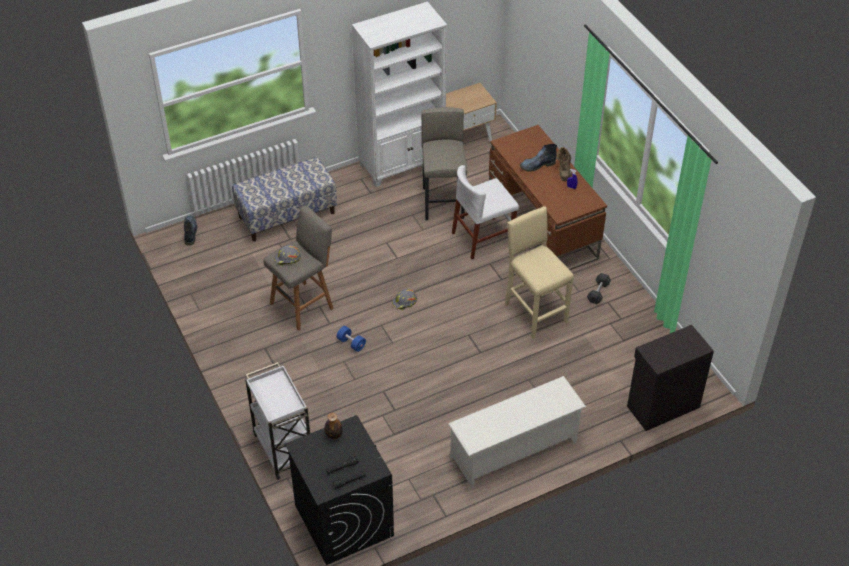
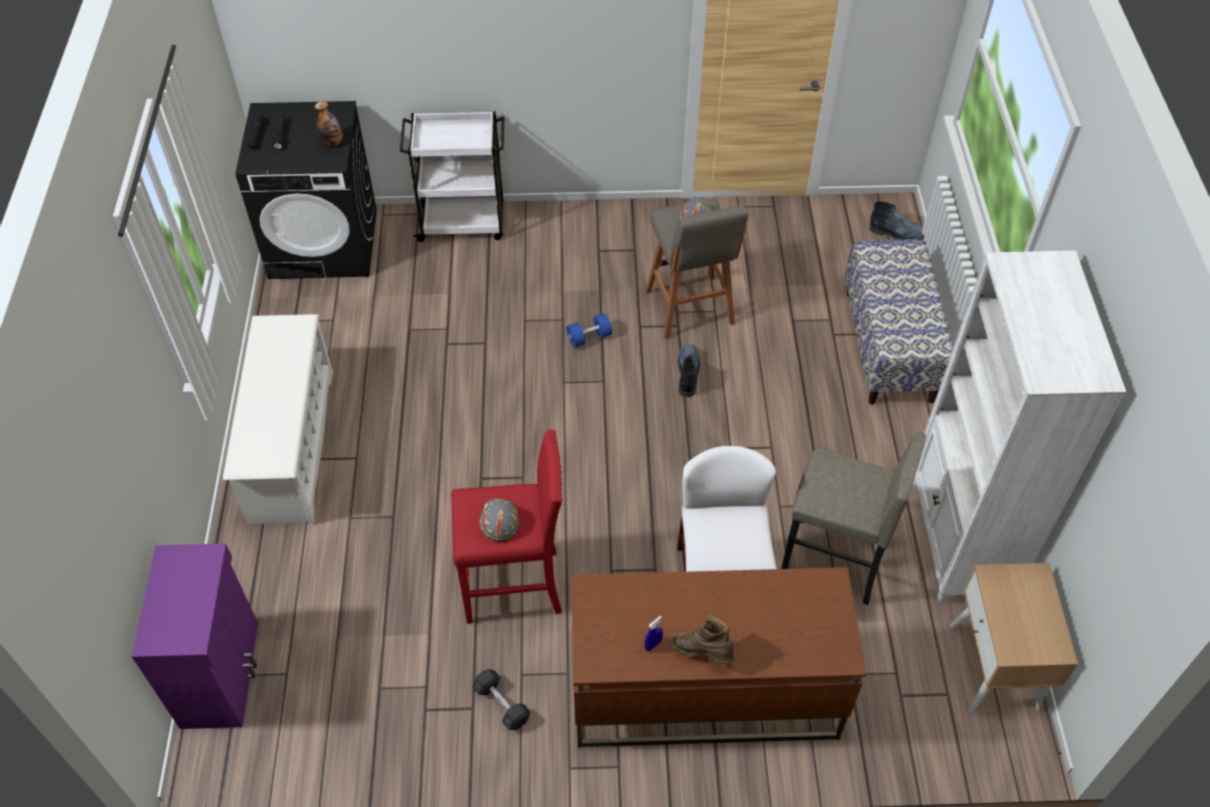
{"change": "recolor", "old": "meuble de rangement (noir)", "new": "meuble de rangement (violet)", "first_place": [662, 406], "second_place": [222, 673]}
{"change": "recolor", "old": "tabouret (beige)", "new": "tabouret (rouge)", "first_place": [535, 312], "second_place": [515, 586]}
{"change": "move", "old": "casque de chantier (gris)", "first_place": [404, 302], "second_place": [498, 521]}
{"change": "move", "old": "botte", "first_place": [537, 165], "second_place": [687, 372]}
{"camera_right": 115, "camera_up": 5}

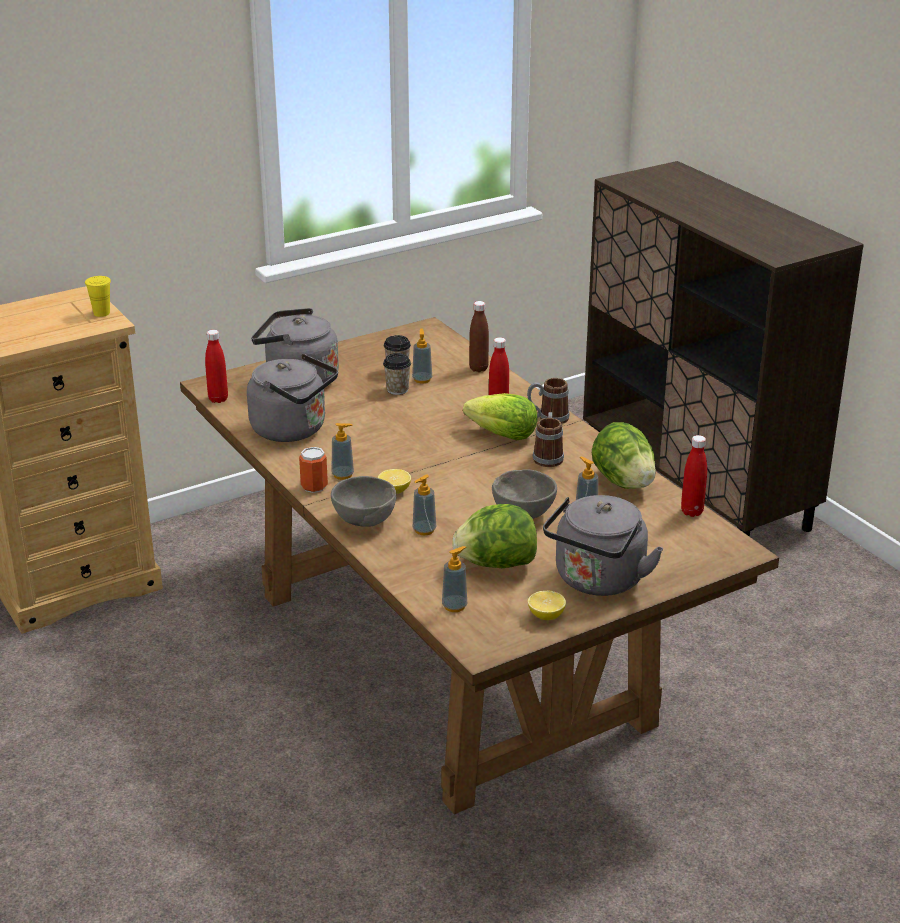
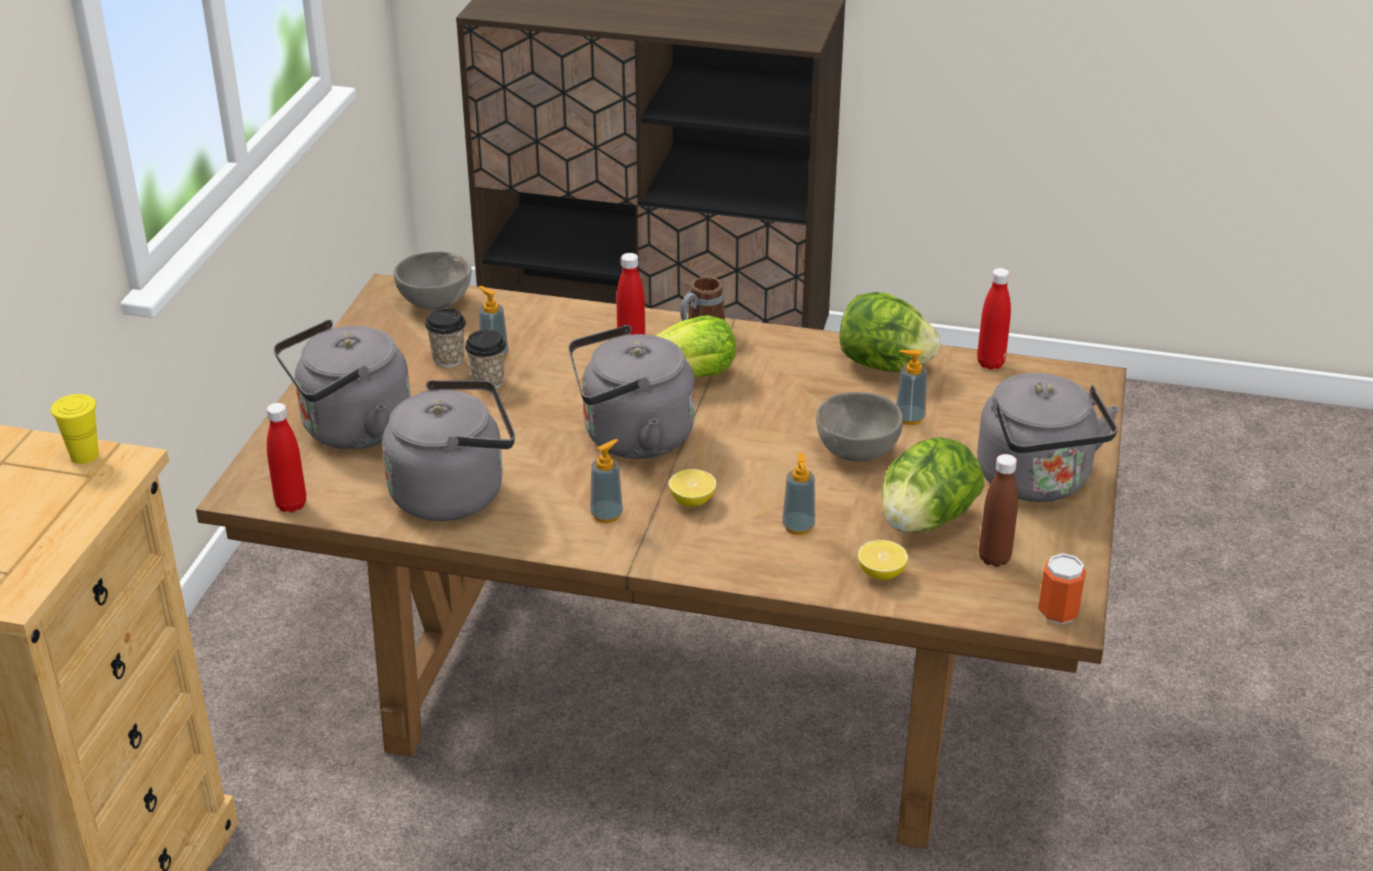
{"change": "move", "old": "bol (gris)", "first_place": [365, 521], "second_place": [436, 303]}
{"change": "insert", "new": "bouilloire (gris)", "second_place": [631, 438]}
{"change": "move", "old": "citron", "first_place": [546, 616], "second_place": [881, 574]}
{"change": "move", "old": "bouteille (marron)", "first_place": [478, 368], "second_place": [994, 558]}
{"change": "move", "old": "boîte métallique", "first_place": [314, 486], "second_place": [1058, 612]}
{"change": "delete", "old": "distributeur de savon", "first_place": [454, 606]}
{"change": "delete", "old": "mug", "first_place": [548, 456]}
{"camera_right": -45, "camera_up": 5}

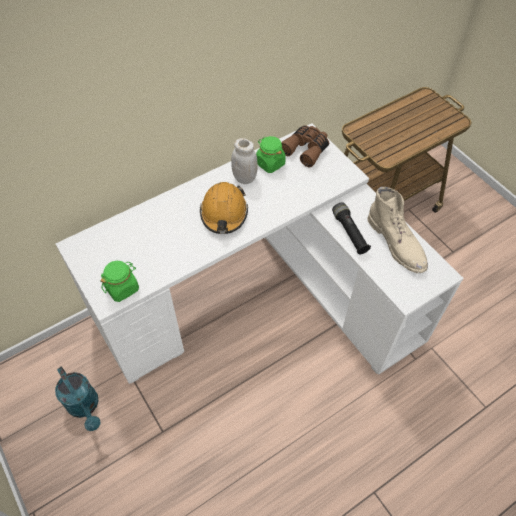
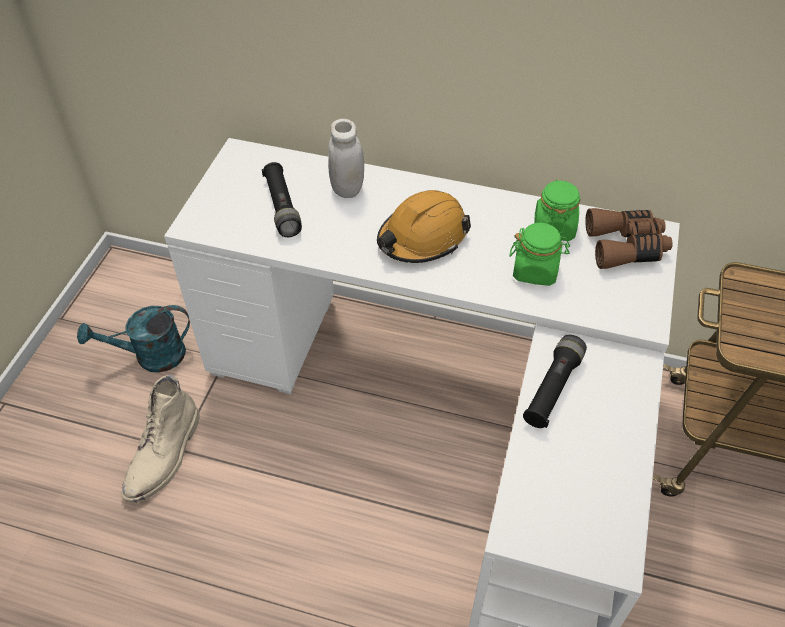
{"change": "rotate", "old": "arrosoir (turquoise)", "first_place": [85, 407], "second_place": [151, 356], "degrees": 60}
{"change": "move", "old": "botte (beige)", "first_place": [397, 243], "second_place": [164, 456]}
{"change": "insert", "new": "lampe de poche (noir)", "second_place": [282, 207]}
{"change": "move", "old": "bocal (blanc)", "first_place": [244, 178], "second_place": [347, 189]}
{"change": "move", "old": "bocal (vert)", "first_place": [122, 288], "second_place": [535, 270]}
{"camera_right": 50, "camera_up": -5}

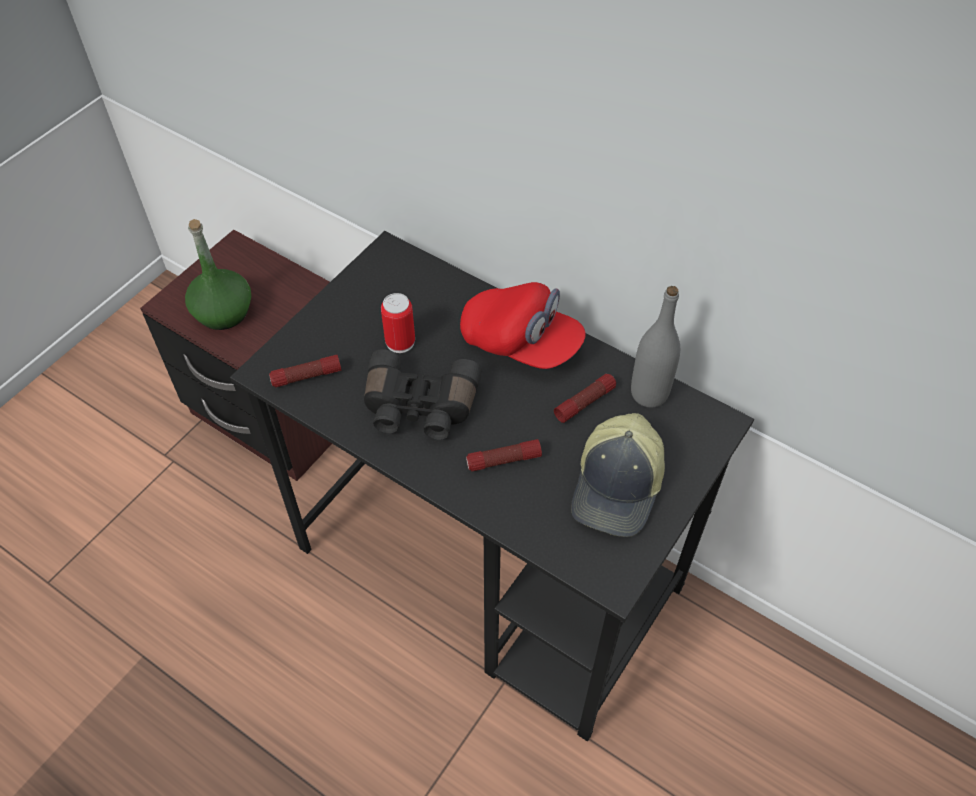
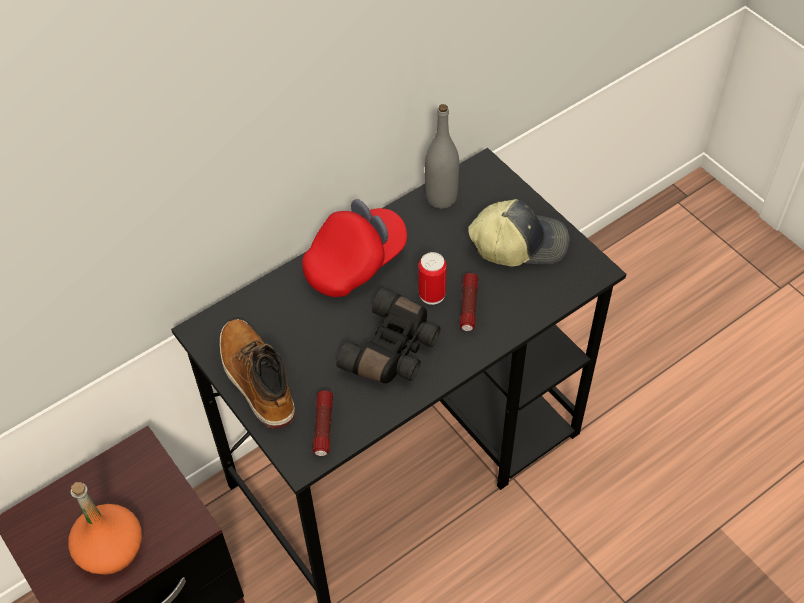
{"change": "recolor", "old": "bouteille (vert)", "new": "bouteille (orange)", "first_place": [223, 312], "second_place": [111, 549]}
{"change": "insert", "new": "botte", "second_place": [256, 379]}
{"change": "move", "old": "boîte métallique", "first_place": [400, 342], "second_place": [432, 294]}
{"change": "rotate", "old": "casquette", "first_place": [618, 487], "second_place": [519, 243], "degrees": -45}
{"change": "delete", "old": "lampe de poche", "first_place": [584, 402]}
{"camera_right": -70, "camera_up": 0}

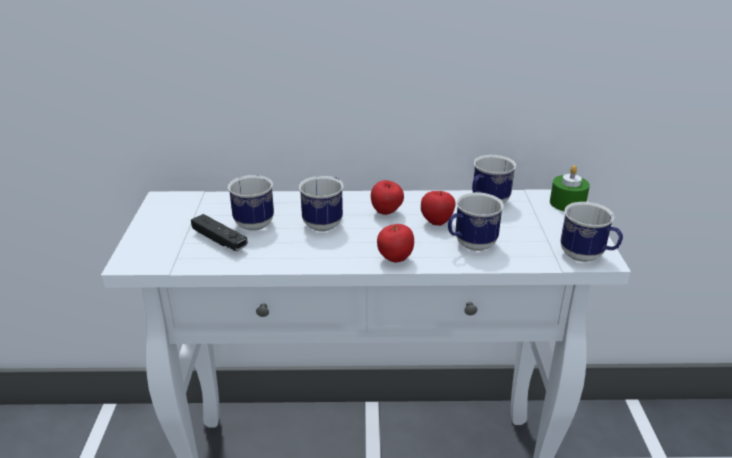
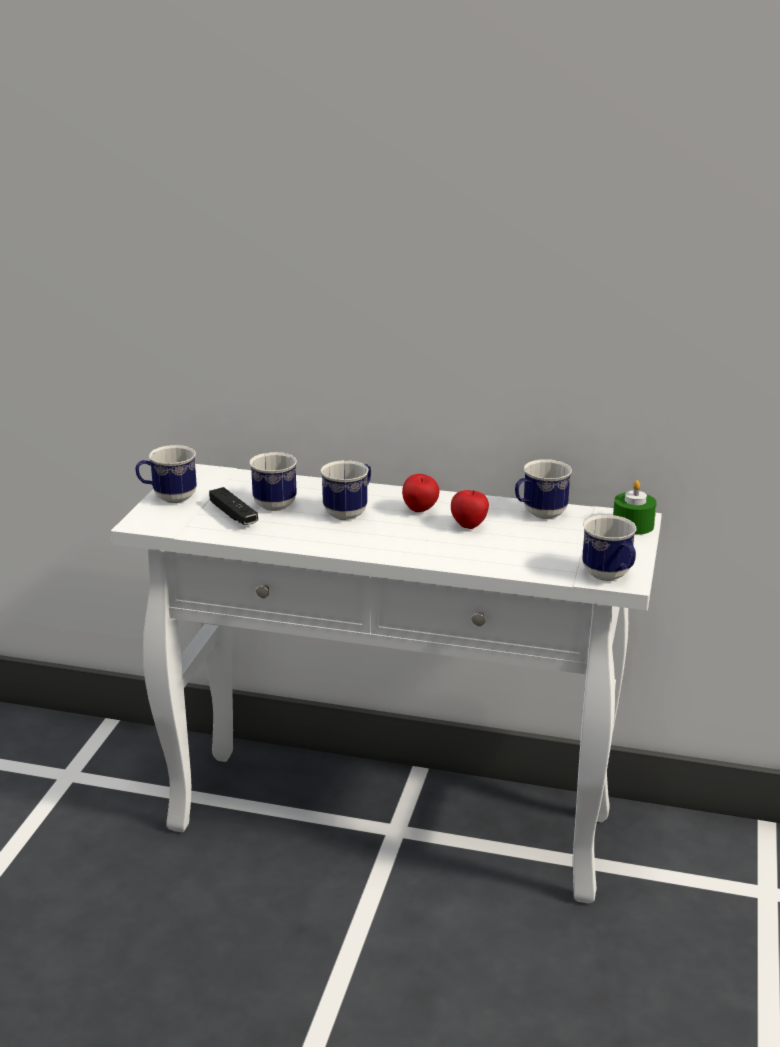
{"change": "move", "old": "mug", "first_place": [470, 246], "second_place": [168, 498]}
{"change": "delete", "old": "pomme", "first_place": [395, 259]}
{"camera_right": 15, "camera_up": -5}

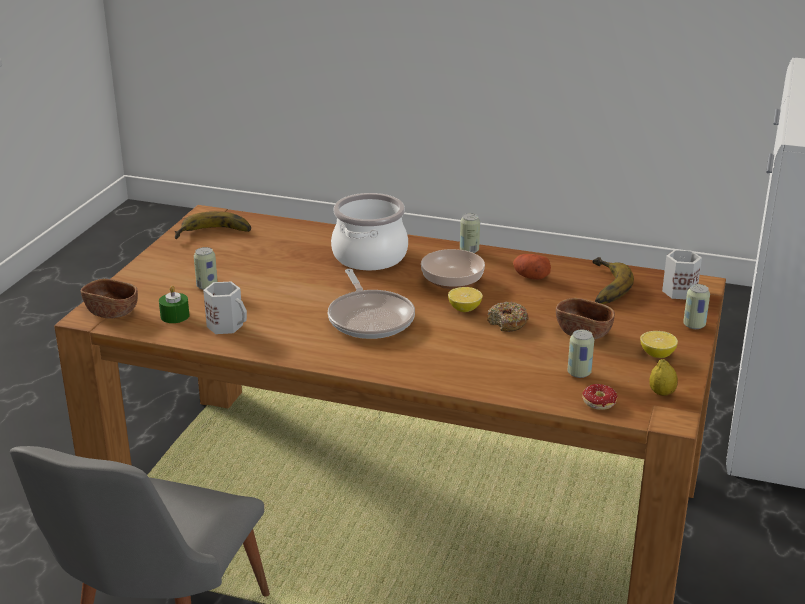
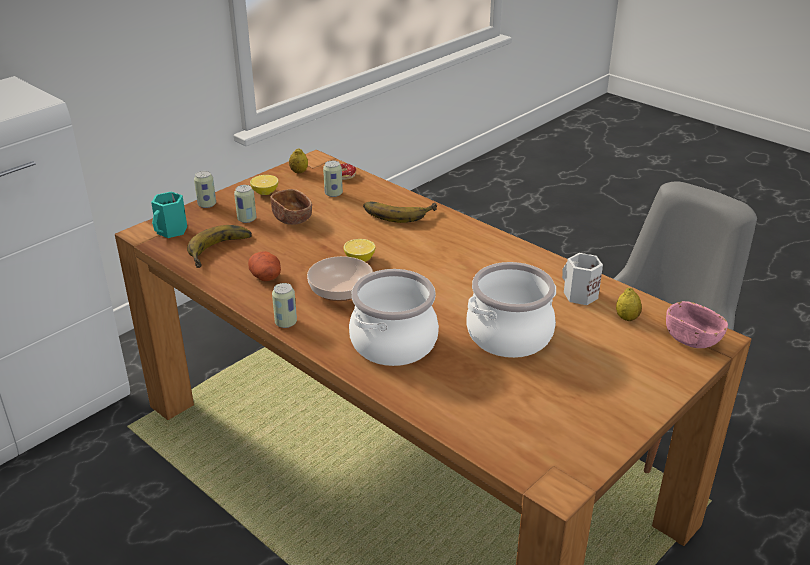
{"change": "recolor", "old": "mug (blanc)", "new": "mug (turquoise)", "first_place": [678, 291], "second_place": [171, 231]}
{"change": "move", "old": "boîte métallique", "first_place": [207, 286], "second_place": [247, 219]}
{"change": "move", "old": "banane", "first_place": [214, 234], "second_place": [398, 212]}
{"change": "insert", "new": "marmite", "second_place": [509, 336]}
{"change": "replace", "old": "bougie (vert)", "new": "citron", "first_place": [175, 316], "second_place": [627, 318]}
{"change": "recolor", "old": "bol (marron)", "new": "bol (rose)", "first_place": [112, 311], "second_place": [692, 338]}
{"change": "delete", "old": "poêle", "first_place": [370, 318]}
{"change": "delete", "old": "beignet", "first_place": [507, 323]}
{"camera_right": -155, "camera_up": 5}

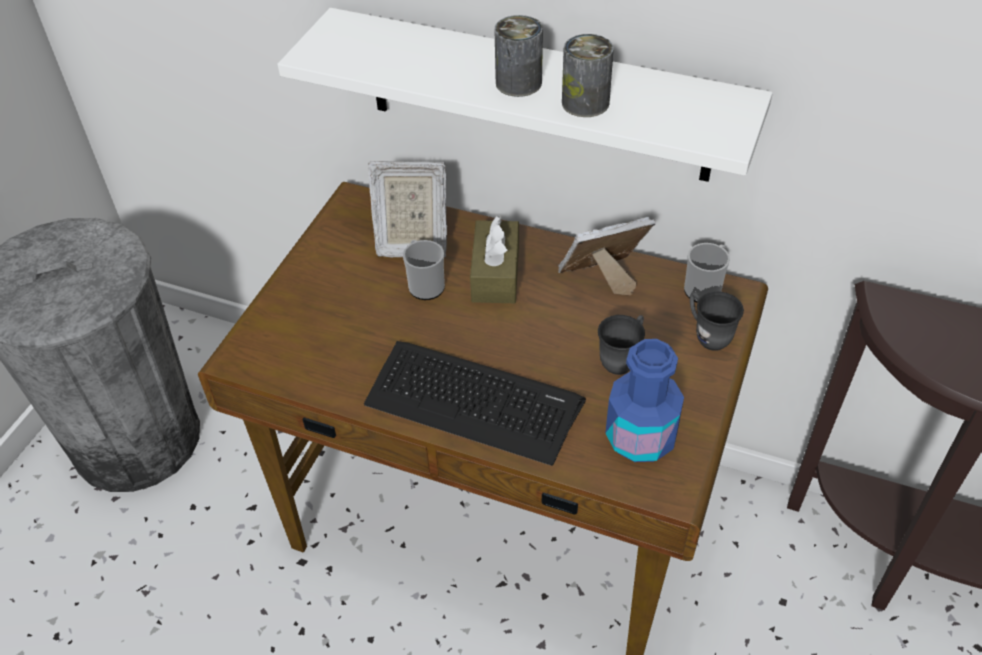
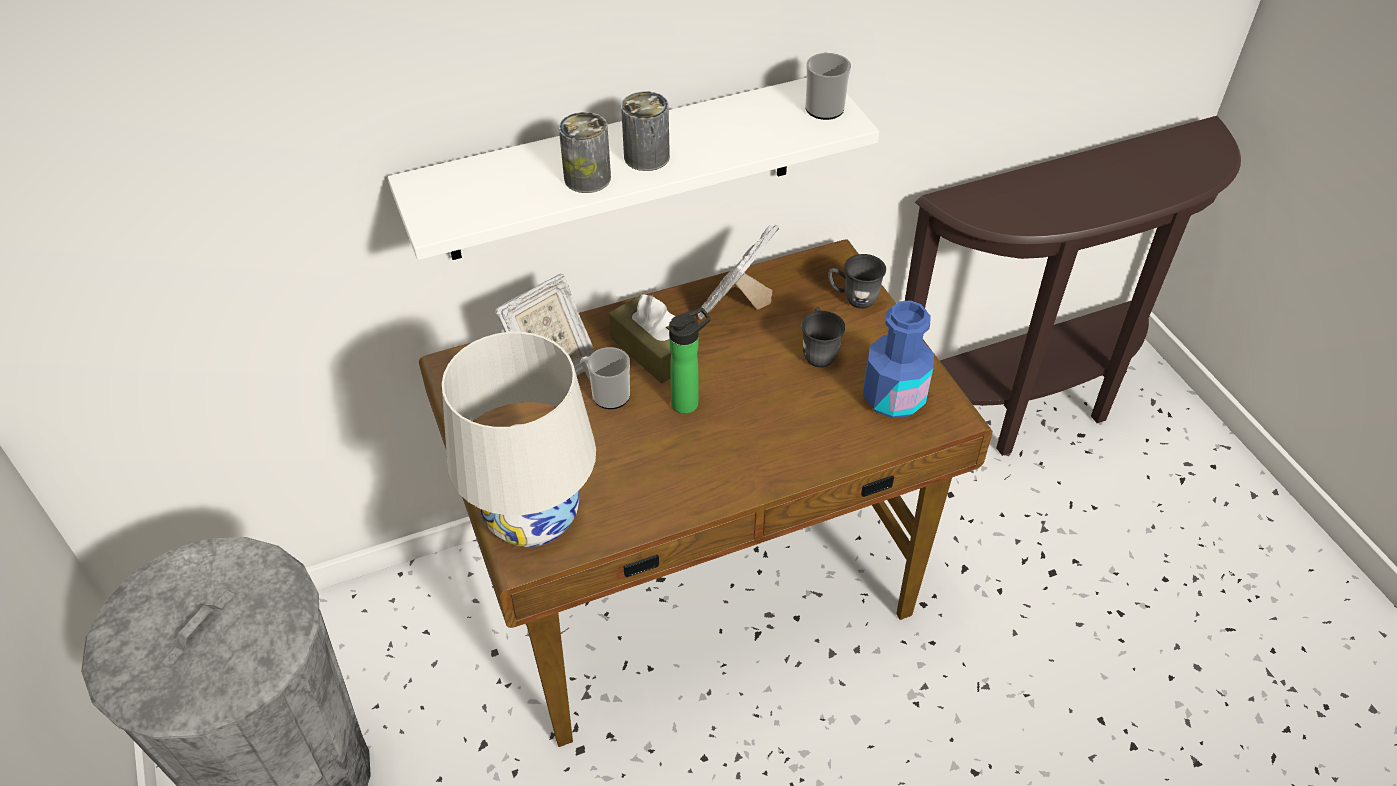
{"change": "insert", "new": "lampe de table (blanc)", "second_place": [532, 518]}
{"change": "move", "old": "boîte métallique", "first_place": [585, 103], "second_place": [587, 178]}
{"change": "insert", "new": "bouteille", "second_place": [689, 402]}
{"change": "move", "old": "mug", "first_place": [704, 288], "second_place": [824, 105]}
{"change": "delete", "old": "clavier", "first_place": [473, 401]}
{"camera_right": -45, "camera_up": 0}

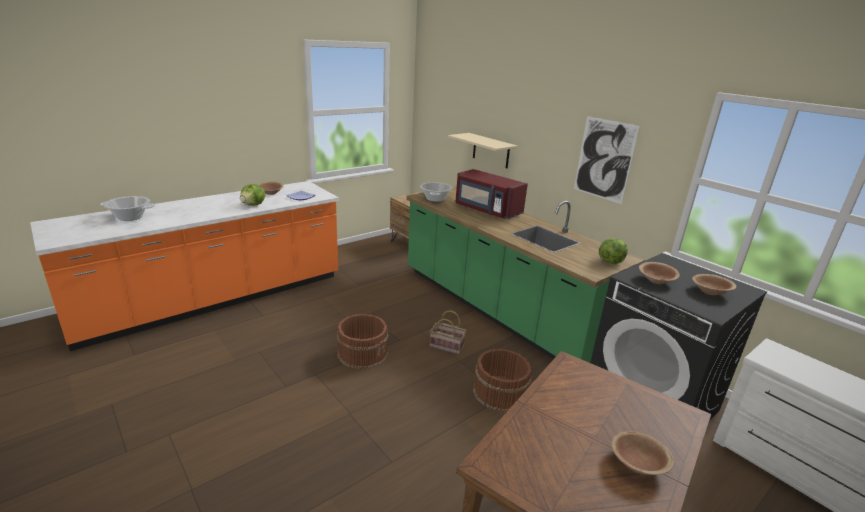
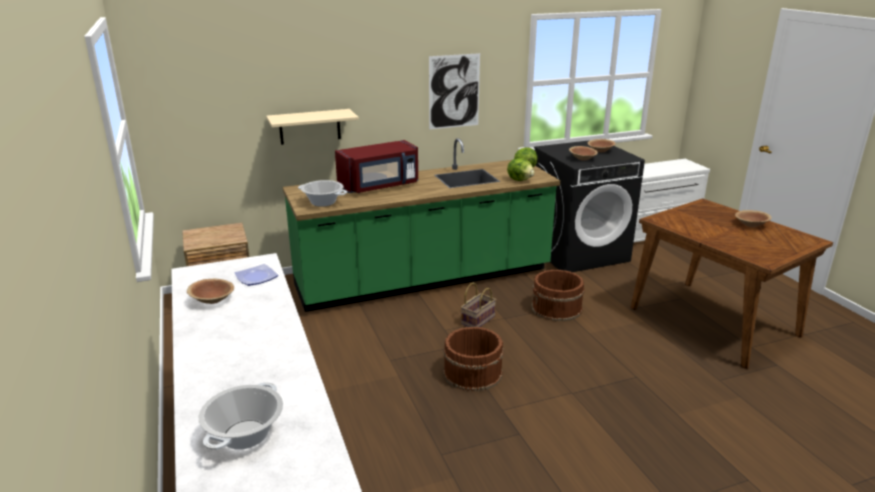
{"change": "move", "old": "laitue", "first_place": [253, 205], "second_place": [520, 180]}
{"camera_right": -70, "camera_up": 0}

